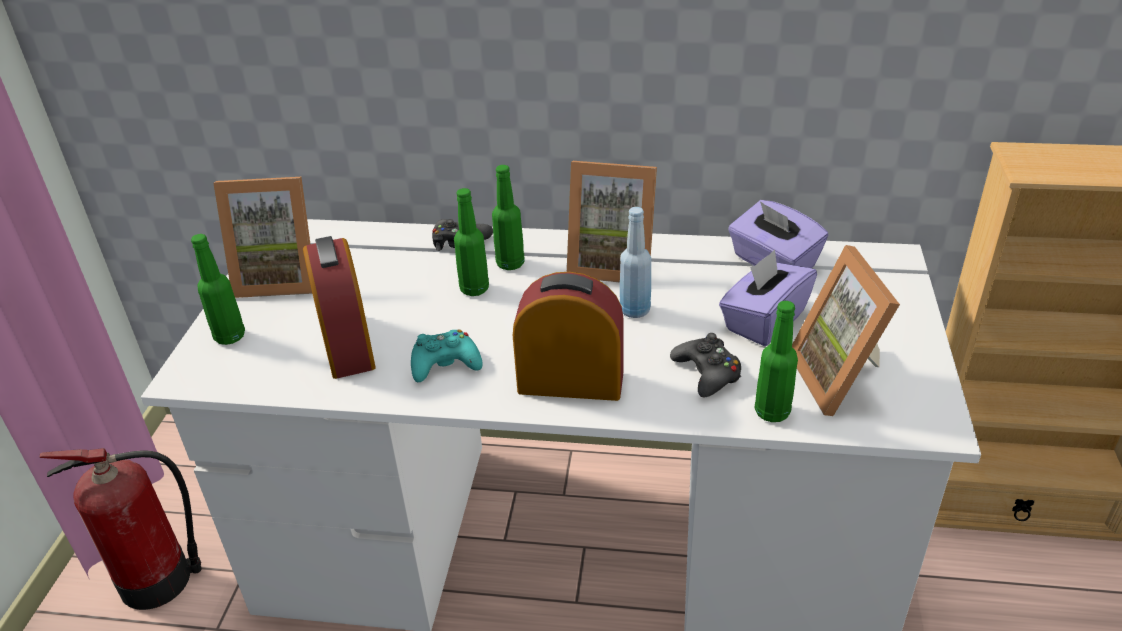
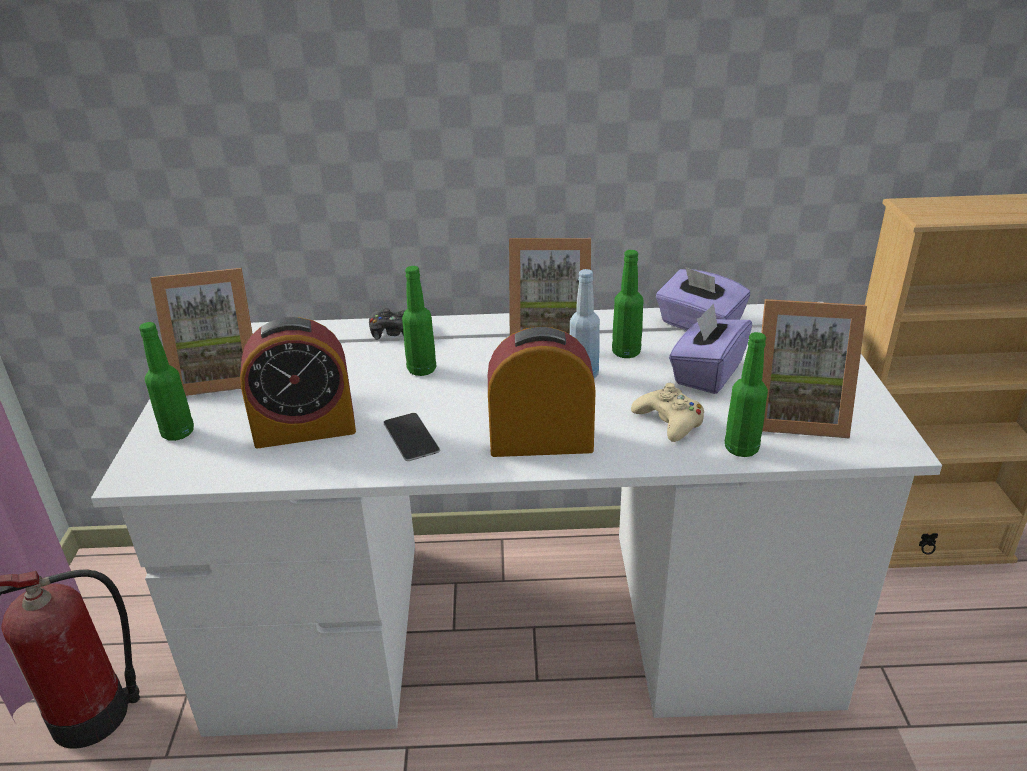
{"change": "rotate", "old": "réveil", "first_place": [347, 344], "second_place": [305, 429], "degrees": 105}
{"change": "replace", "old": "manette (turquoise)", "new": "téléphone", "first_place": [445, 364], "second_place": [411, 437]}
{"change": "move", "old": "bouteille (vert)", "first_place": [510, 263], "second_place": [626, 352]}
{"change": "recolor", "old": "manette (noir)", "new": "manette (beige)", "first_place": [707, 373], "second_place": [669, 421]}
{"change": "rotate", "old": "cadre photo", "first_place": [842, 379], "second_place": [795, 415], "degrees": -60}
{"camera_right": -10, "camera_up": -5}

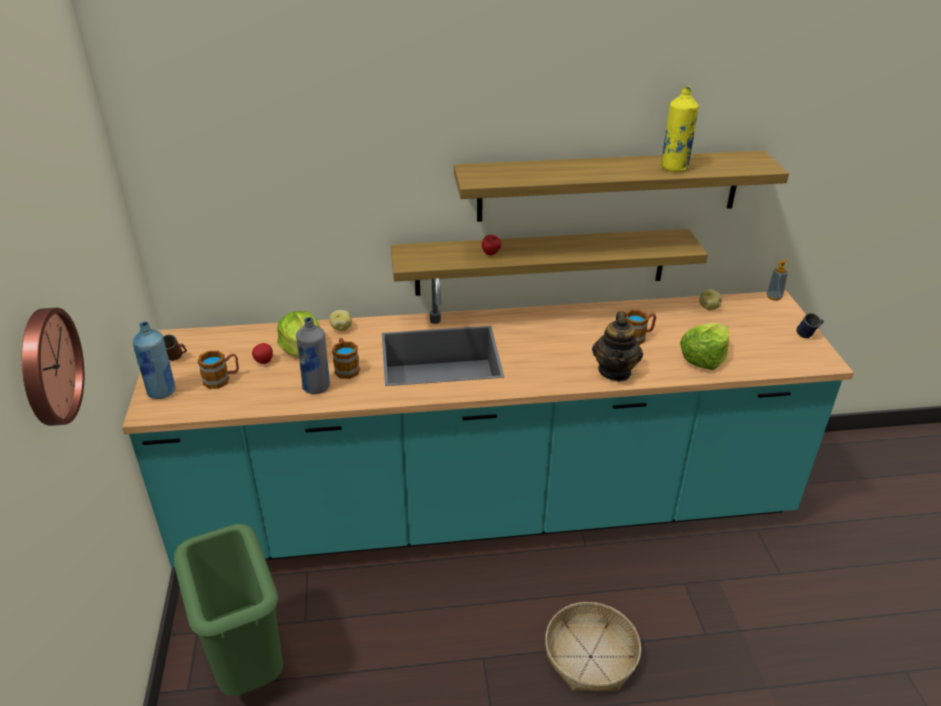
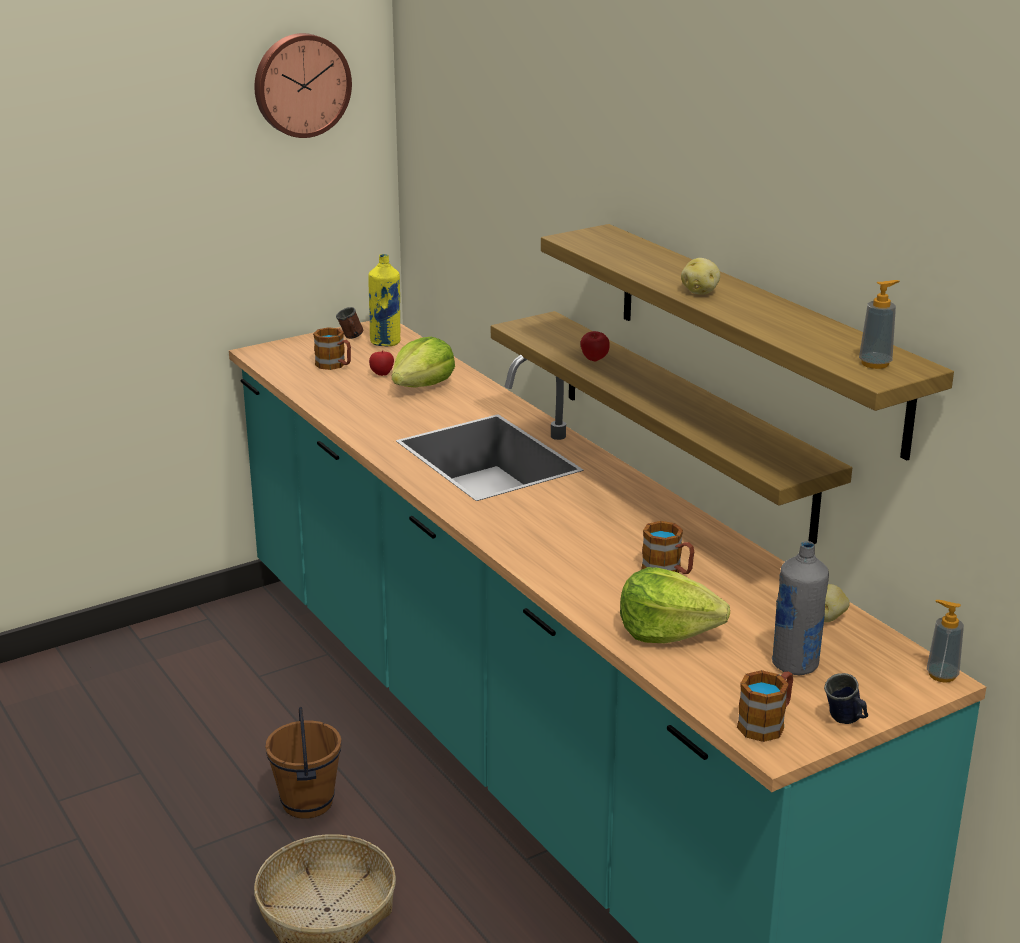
{"change": "move", "old": "horloge murale", "first_place": [47, 367], "second_place": [301, 84]}
{"change": "insert", "new": "seau (marron)", "second_place": [308, 803]}
{"change": "move", "old": "bouteille (jaune)", "first_place": [674, 167], "second_place": [386, 342]}
{"change": "move", "old": "pomme de terre", "first_place": [341, 328], "second_place": [700, 292]}
{"change": "move", "old": "mug", "first_place": [346, 368], "second_place": [767, 723]}
{"change": "move", "old": "bouteille (gris)", "first_place": [316, 387], "second_place": [795, 665]}
{"change": "insert", "new": "distributeur de savon", "second_place": [875, 363]}
{"change": "delete", "old": "bouteille (bleu)", "first_place": [162, 392]}
{"change": "delete", "old": "poubelle (vert)", "first_place": [246, 667]}
{"change": "delete", "old": "théière", "first_place": [615, 371]}
{"camera_right": 65, "camera_up": -10}

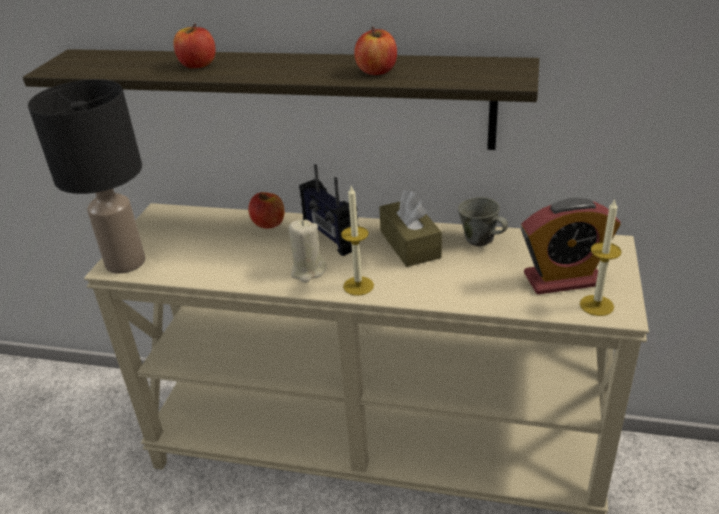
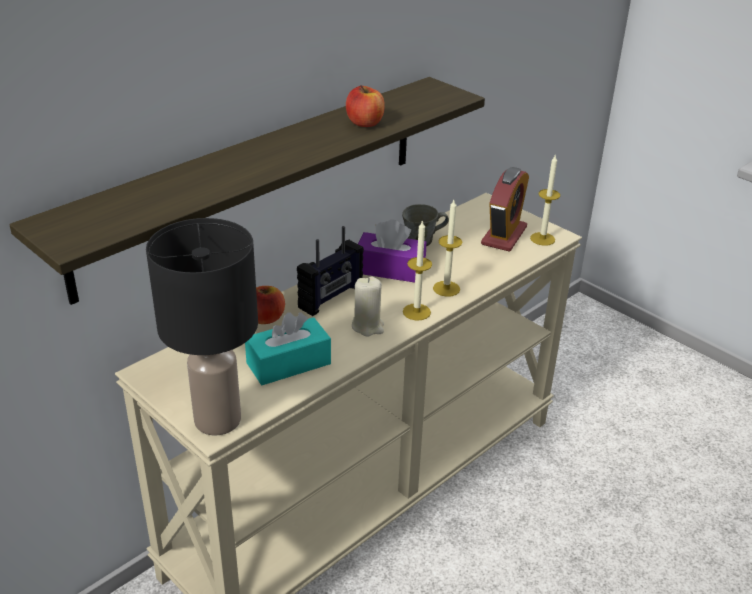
{"change": "insert", "new": "boîte à mouchoirs (turquoise)", "second_place": [288, 363]}
{"change": "rotate", "old": "radio", "first_place": [330, 237], "second_place": [331, 298], "degrees": -45}
{"change": "recolor", "old": "boîte à mouchoirs (marron)", "new": "boîte à mouchoirs (violet)", "first_place": [410, 244], "second_place": [390, 269]}
{"change": "insert", "new": "bougie", "second_place": [446, 288]}
{"change": "delete", "old": "pomme", "first_place": [197, 65]}
{"camera_right": -60, "camera_up": 0}

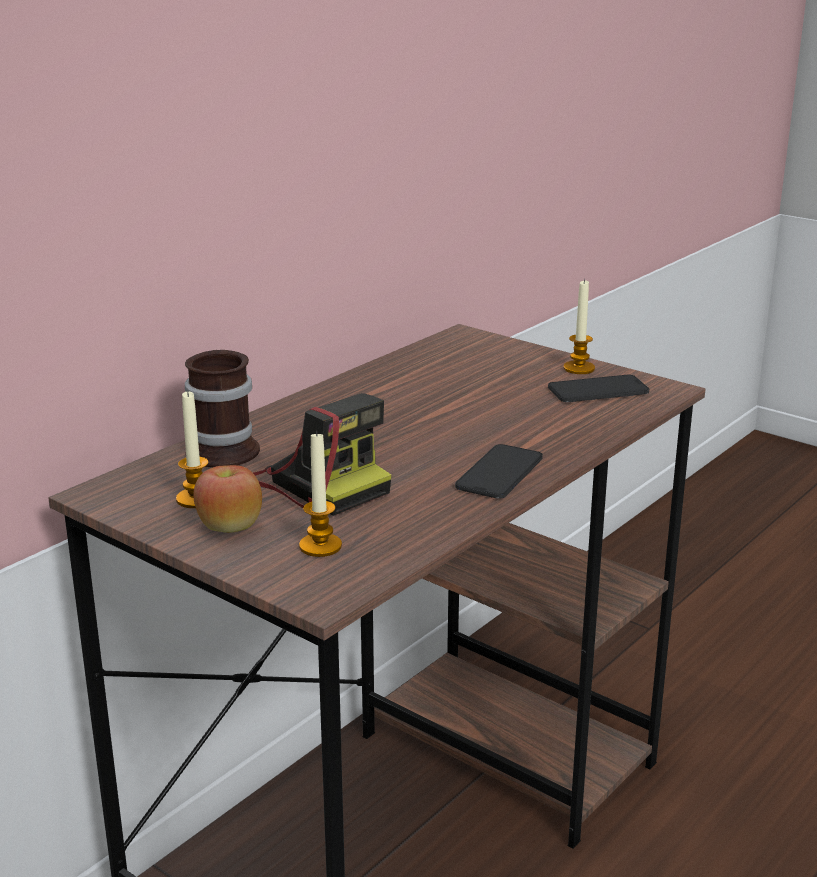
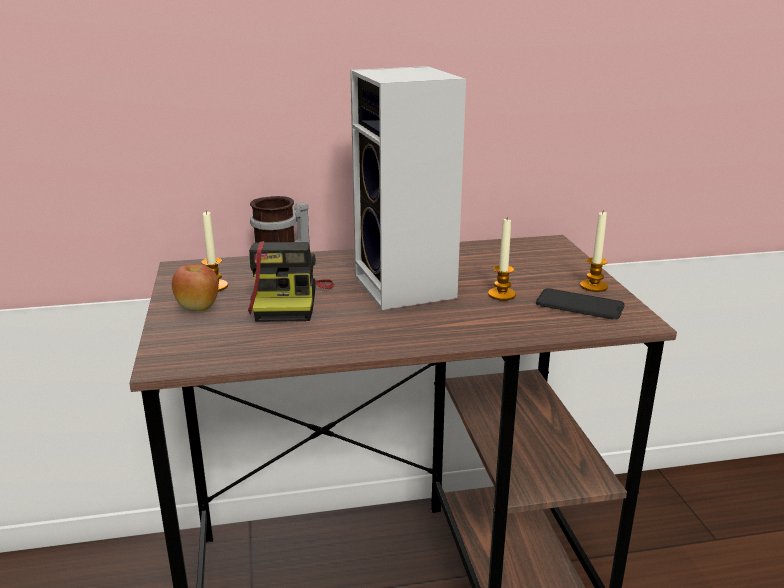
{"change": "insert", "new": "enceinte", "second_place": [408, 288]}
{"change": "move", "old": "bougie", "first_place": [320, 546], "second_place": [501, 295]}
{"change": "delete", "old": "téléphone", "first_place": [499, 472]}
{"camera_right": 40, "camera_up": 0}

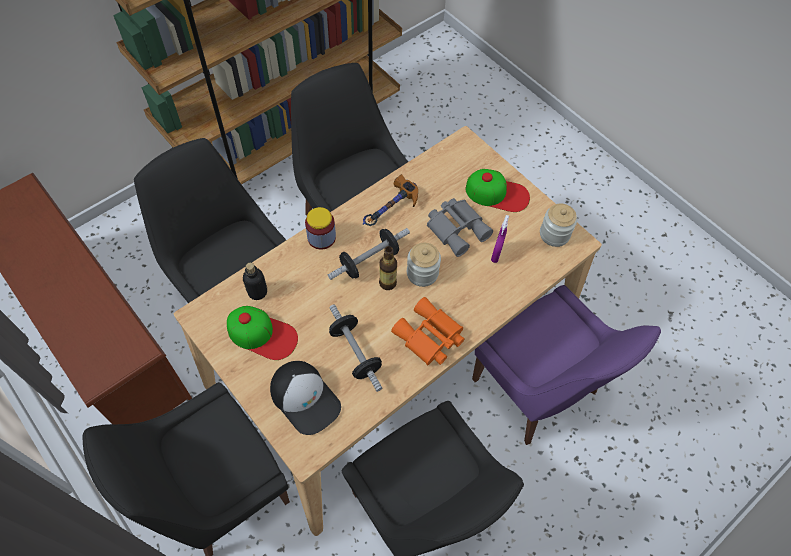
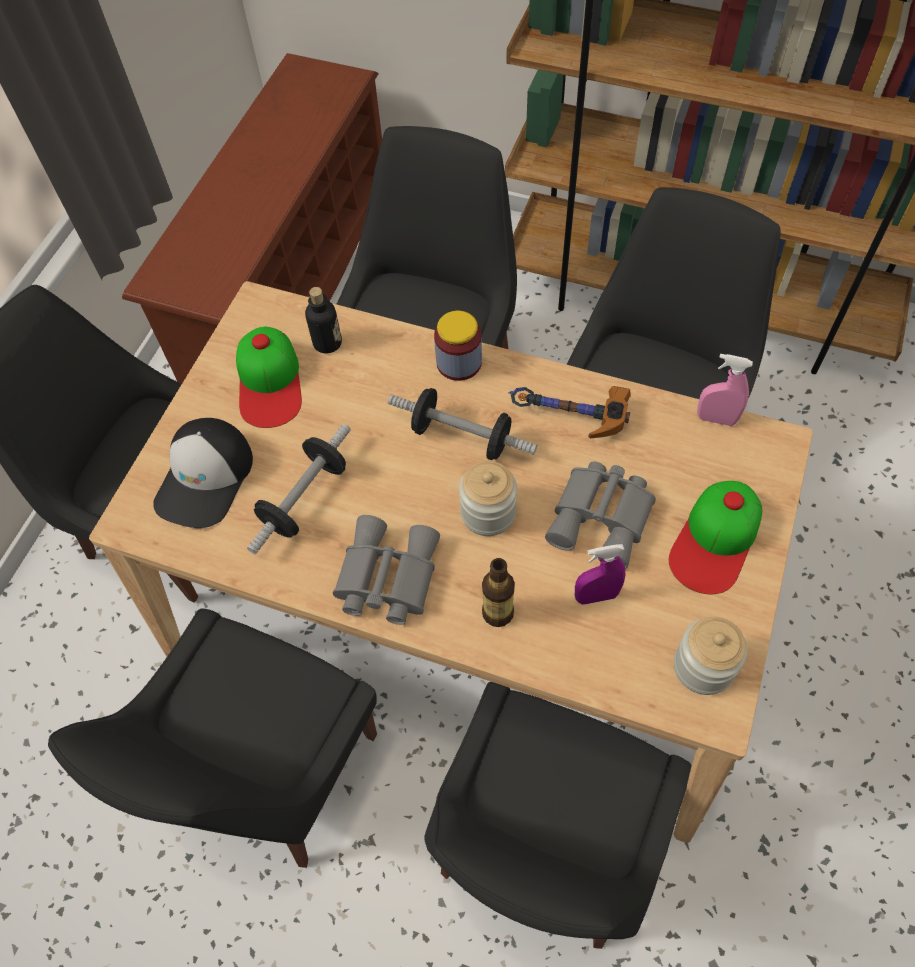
{"change": "recolor", "old": "jumelles (orange)", "new": "jumelles (gris)", "first_place": [429, 338], "second_place": [385, 577]}
{"change": "recolor", "old": "chaise (violet)", "new": "chaise (noir)", "first_place": [537, 389], "second_place": [543, 846]}
{"change": "move", "old": "bouteille", "first_place": [387, 283], "second_place": [498, 613]}
{"change": "rotate", "old": "casquette", "first_place": [497, 193], "second_place": [715, 540], "degrees": 45}
{"change": "insert", "new": "vaporisateur (rose)", "second_place": [716, 419]}
{"camera_right": 65, "camera_up": 0}

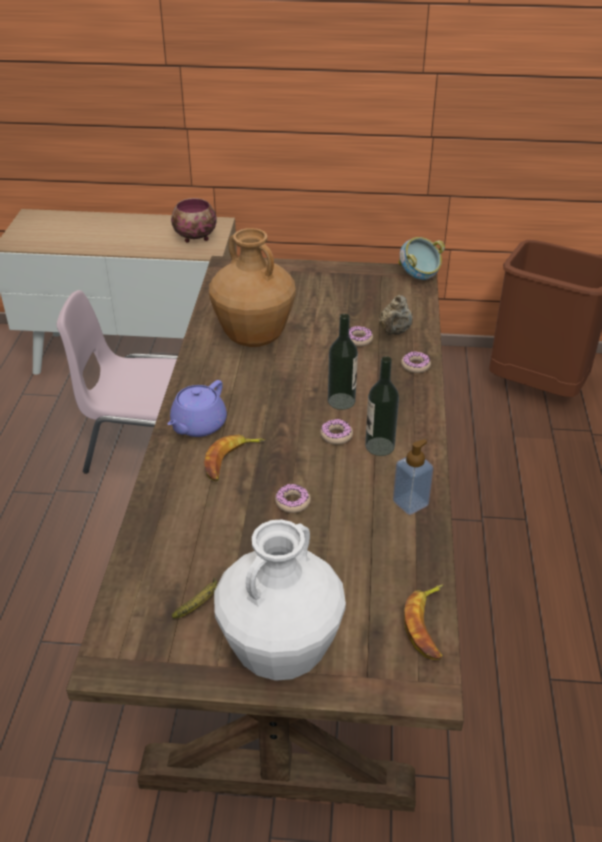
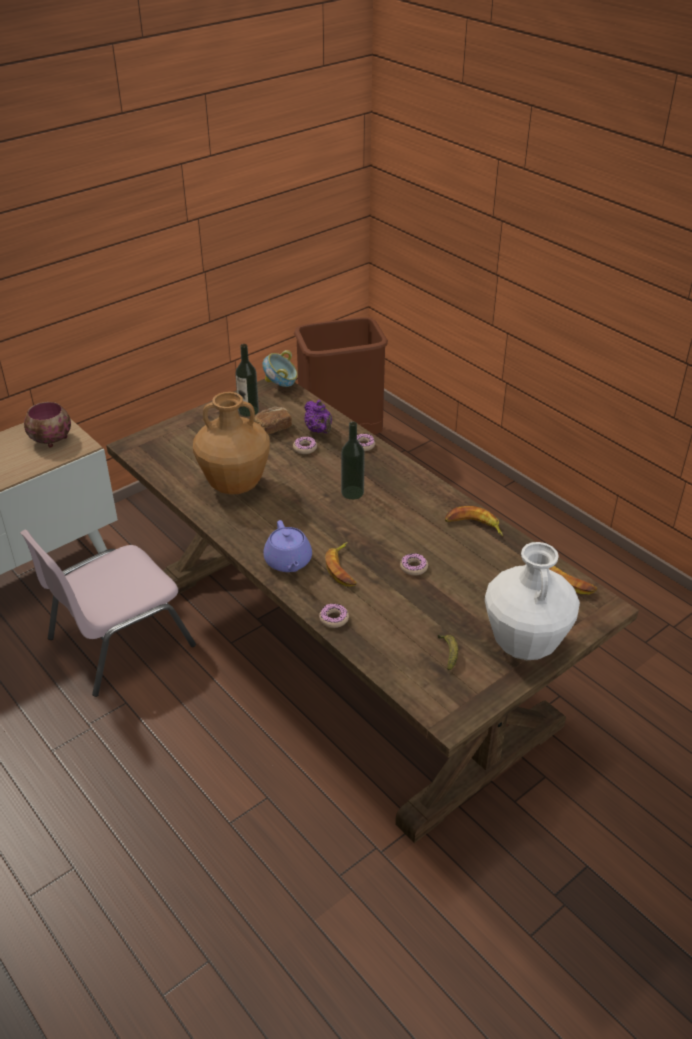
{"change": "move", "old": "bouteille", "first_place": [379, 446], "second_place": [248, 411]}
{"change": "insert", "new": "pain", "second_place": [272, 428]}
{"change": "recolor", "old": "théière (beige)", "new": "théière (violet)", "first_place": [394, 332], "second_place": [319, 430]}
{"change": "move", "old": "beignet", "first_place": [336, 435], "second_place": [334, 619]}
{"change": "replace", "old": "distributeur de savon", "new": "banane", "first_place": [410, 503], "second_place": [473, 525]}
{"camera_right": -45, "camera_up": 0}

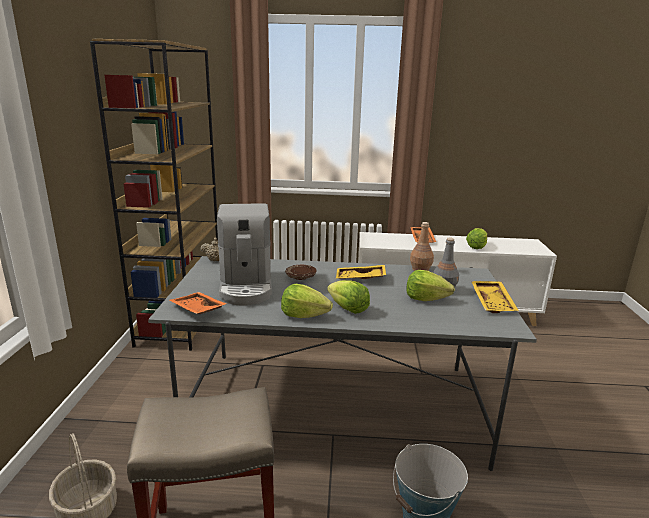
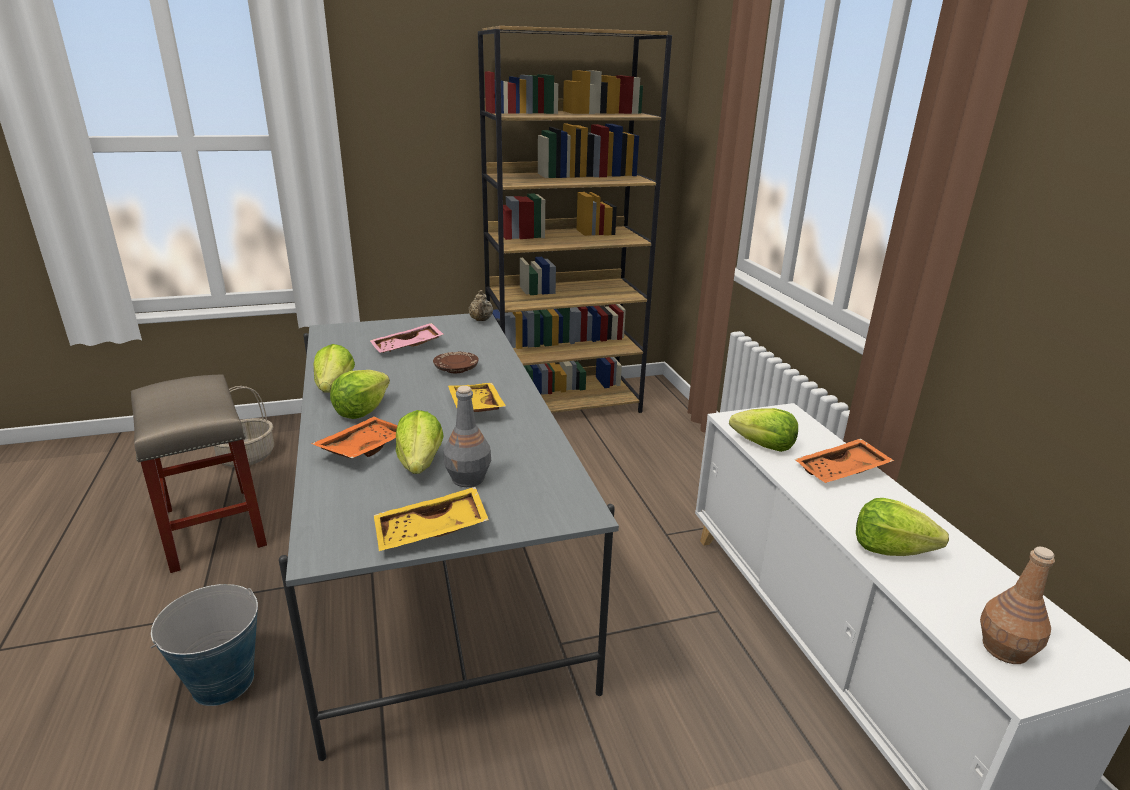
{"change": "move", "old": "plateau (orange)", "first_place": [197, 310], "second_place": [363, 447]}
{"change": "replace", "old": "machine à café", "new": "plateau (rose)", "first_place": [246, 286], "second_place": [407, 347]}
{"change": "insert", "new": "laitue", "second_place": [763, 446]}
{"change": "move", "old": "bouteille (marron)", "first_place": [420, 270], "second_place": [1004, 649]}
{"camera_right": 70, "camera_up": 5}

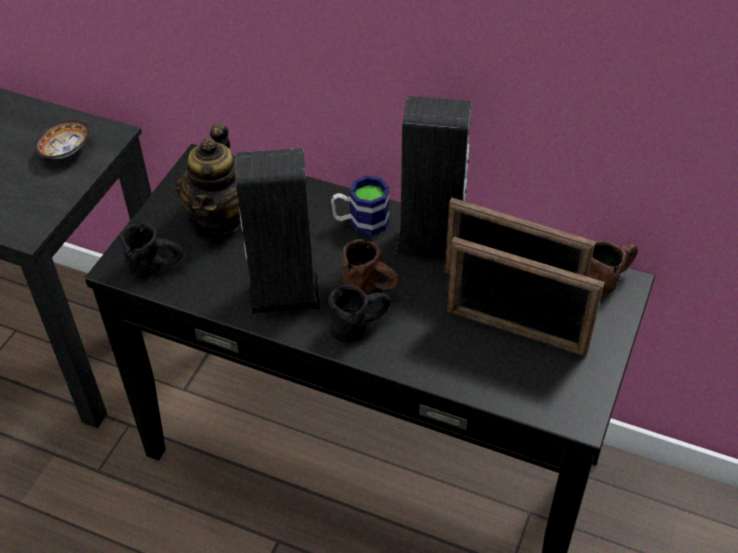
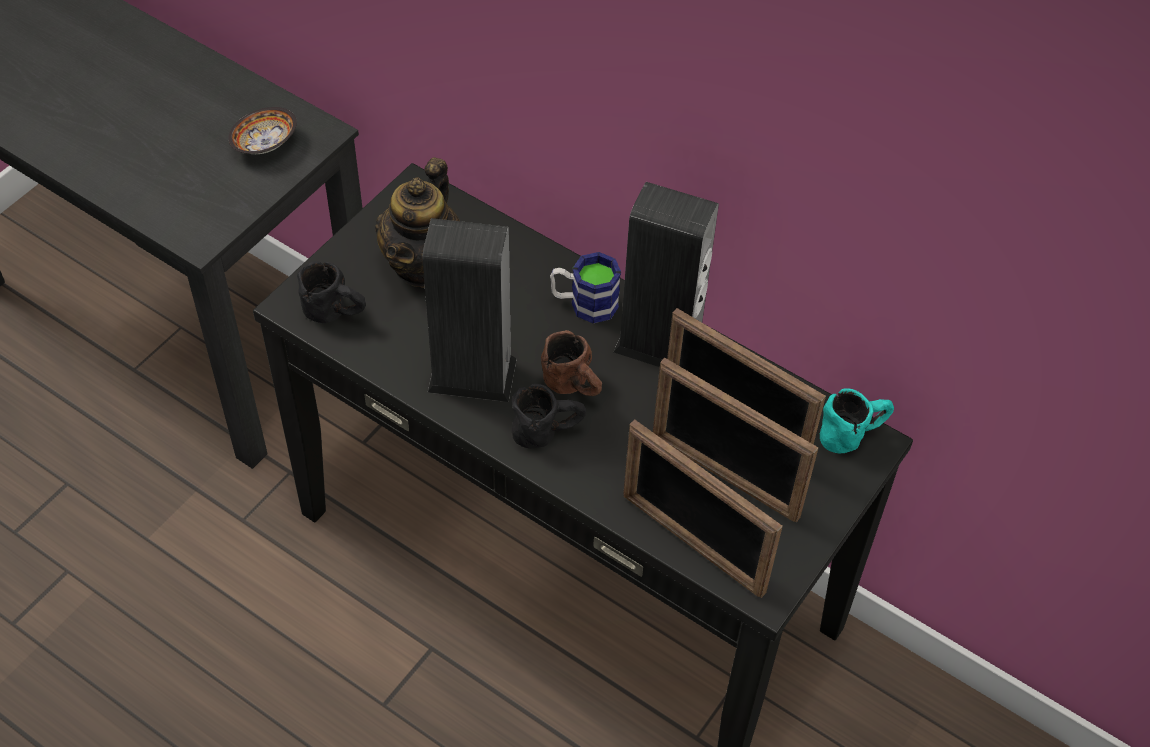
{"change": "insert", "new": "cadre photo", "second_place": [692, 543]}
{"change": "recolor", "old": "mug (marron)", "new": "mug (turquoise)", "first_place": [607, 279], "second_place": [853, 433]}
{"camera_right": 10, "camera_up": 5}

